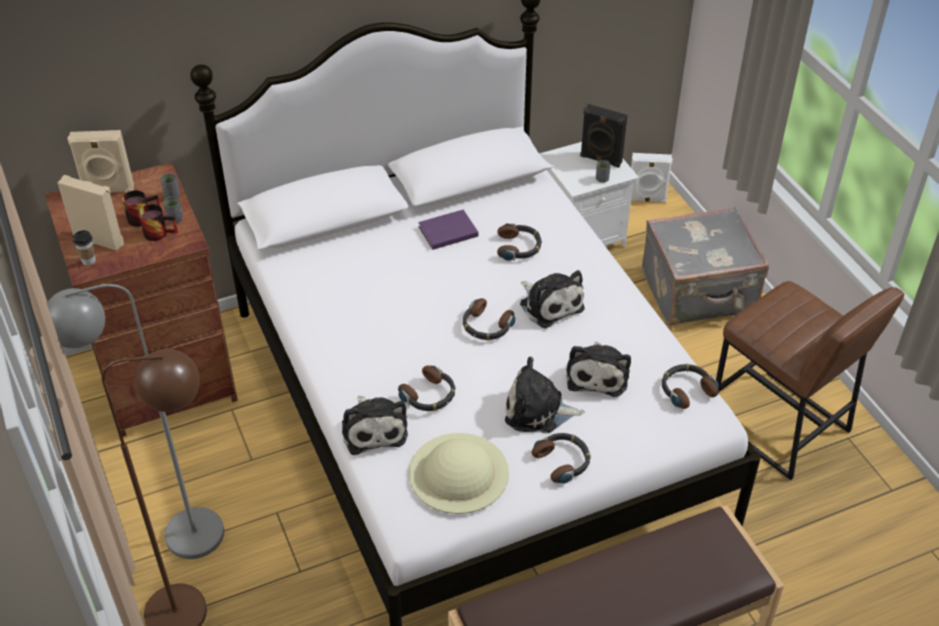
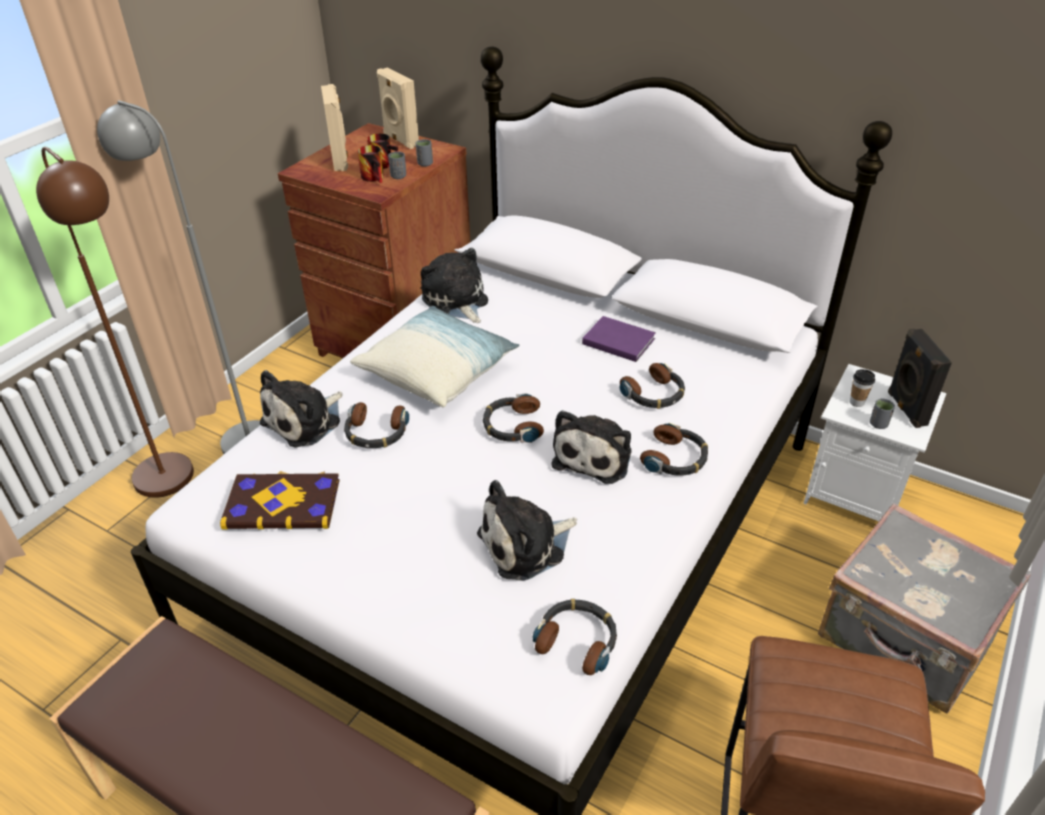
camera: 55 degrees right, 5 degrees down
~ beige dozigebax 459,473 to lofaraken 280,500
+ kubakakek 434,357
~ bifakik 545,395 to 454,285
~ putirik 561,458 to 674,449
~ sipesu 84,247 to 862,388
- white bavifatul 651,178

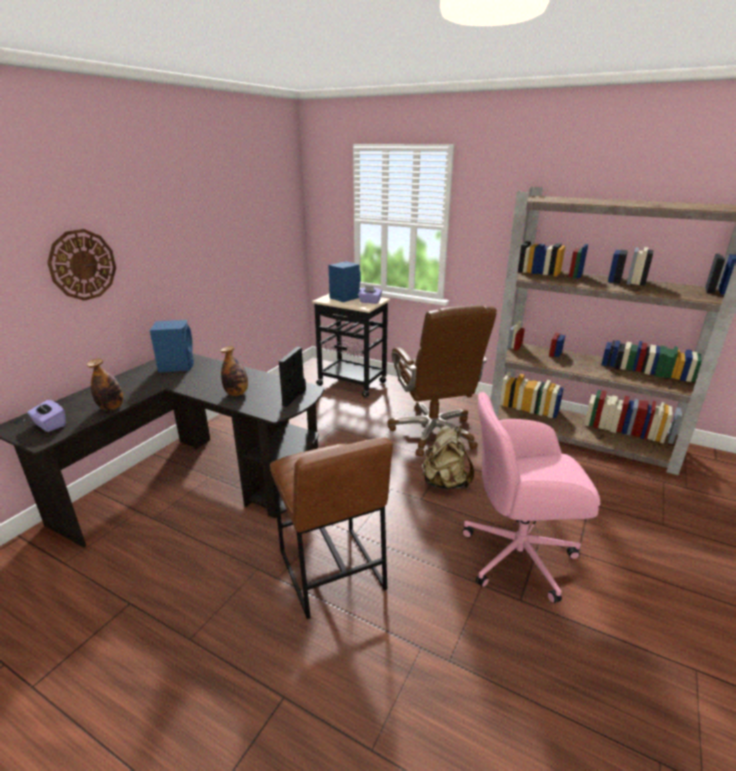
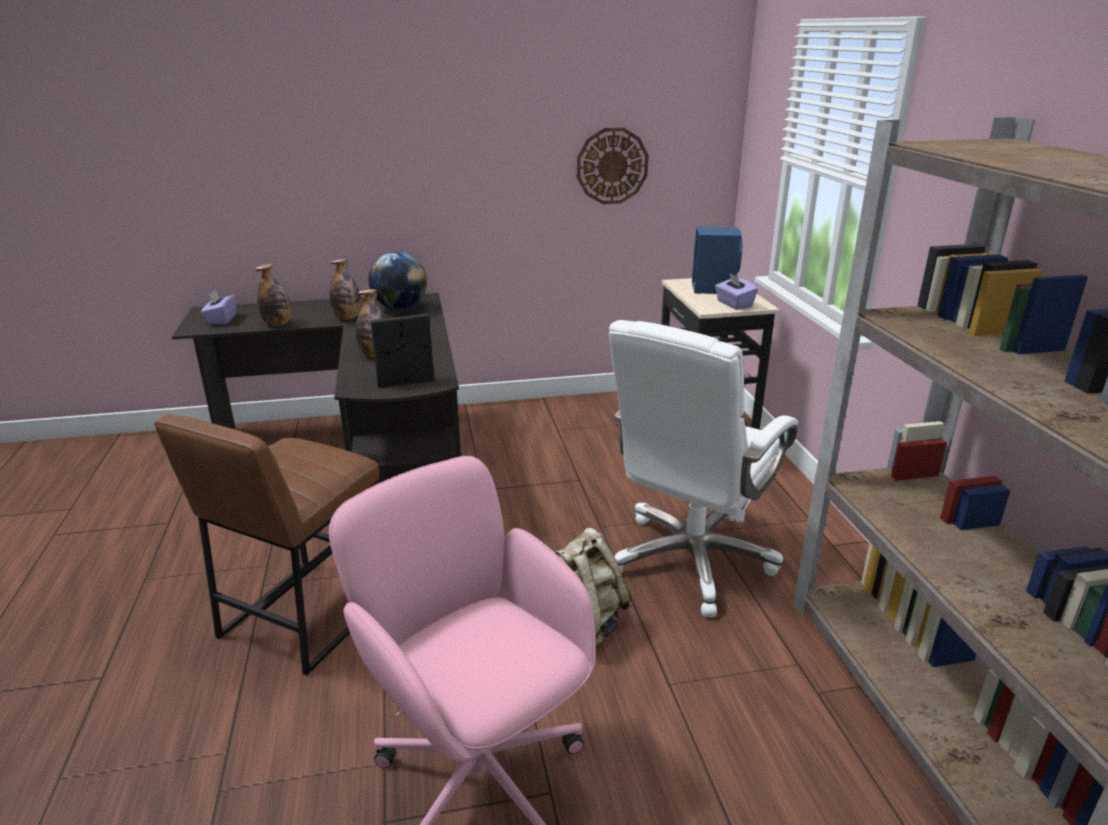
camera: 50 degrees right, 0 degrees up
+ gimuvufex 346,289
~ blue bavifatul 172,346 to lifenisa 398,280
~ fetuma 81,265 to 613,166
~ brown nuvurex 442,380 to white nuvurex 703,468

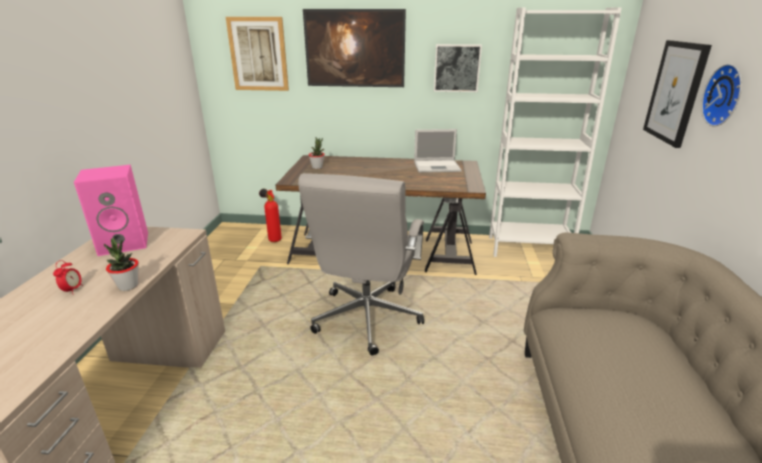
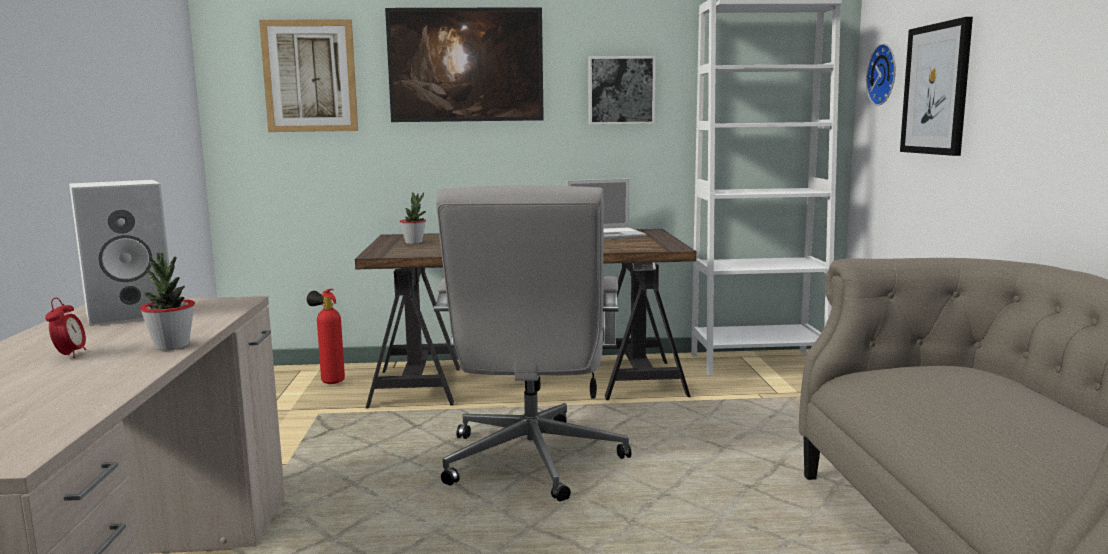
camera: 10 degrees left, 15 degrees down
~ pink bavifatul 111,210 to white bavifatul 120,253
~ fetuma 721,95 to 881,75

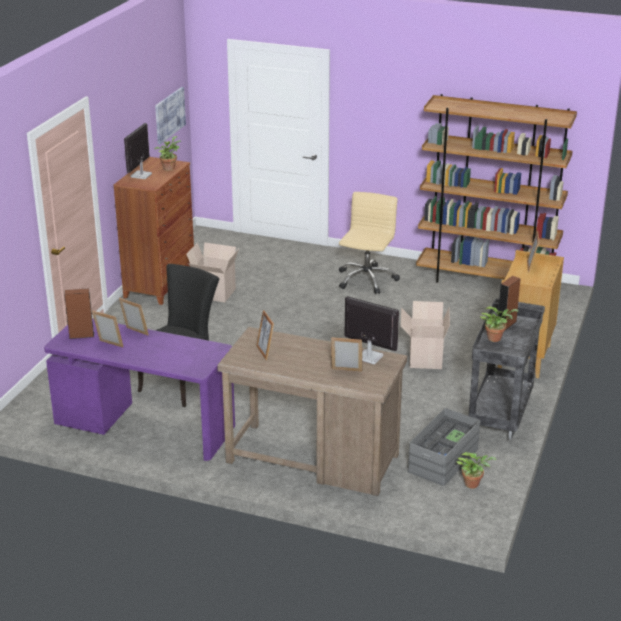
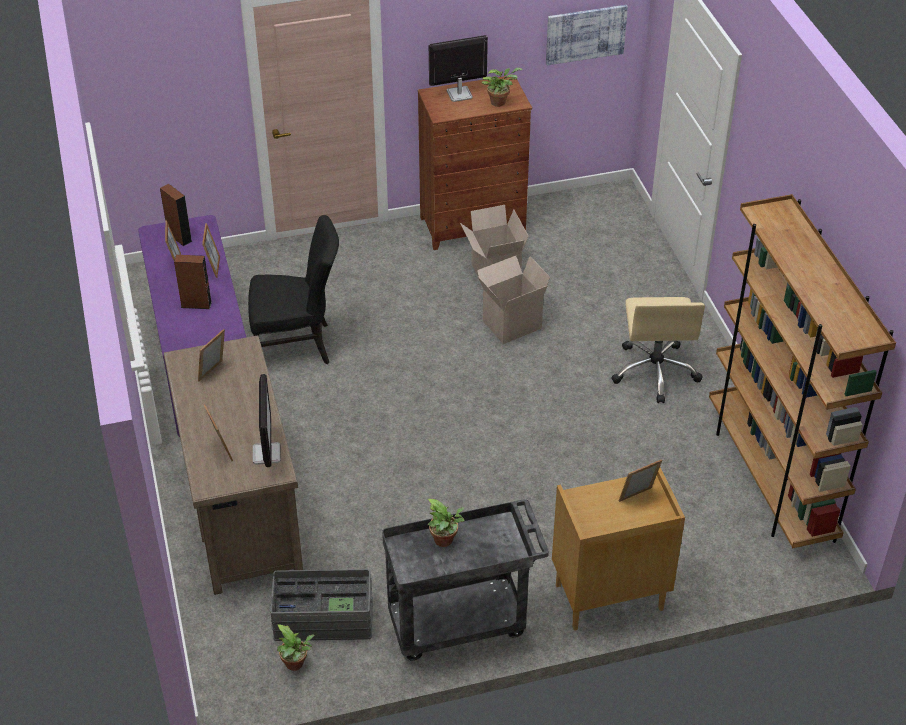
camera: 55 degrees right, 15 degrees up
~ brown bavifatul 509,303 to 193,282
~ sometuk 425,335 to 513,300
~ beige nuvurex 369,243 = 658,350 105 degrees clockwise

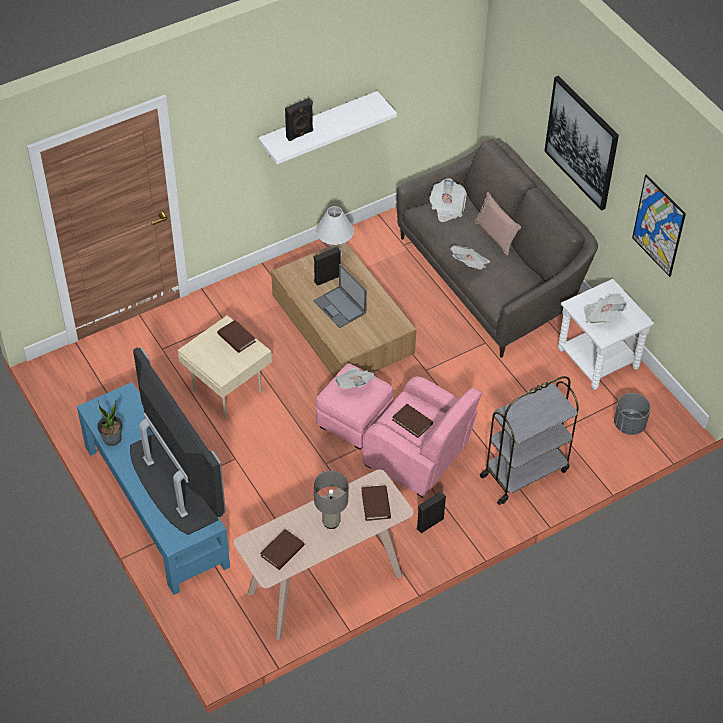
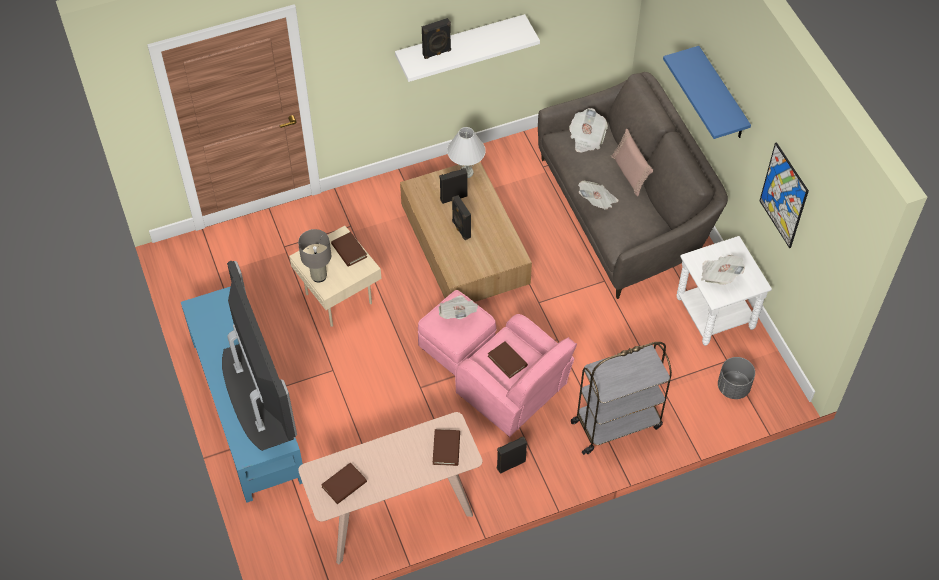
camera: 10 degrees right, 5 degrees up
~ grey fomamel 331,499 to 314,256
~ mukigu 340,296 to black bavifatul 461,217
~ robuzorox 581,143 to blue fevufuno 707,92
- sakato 110,423

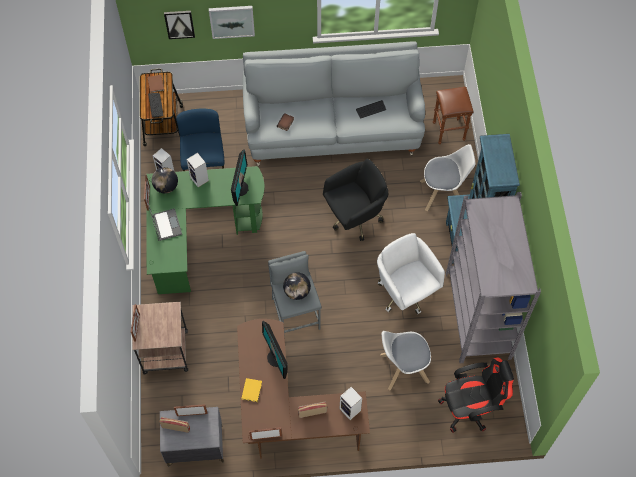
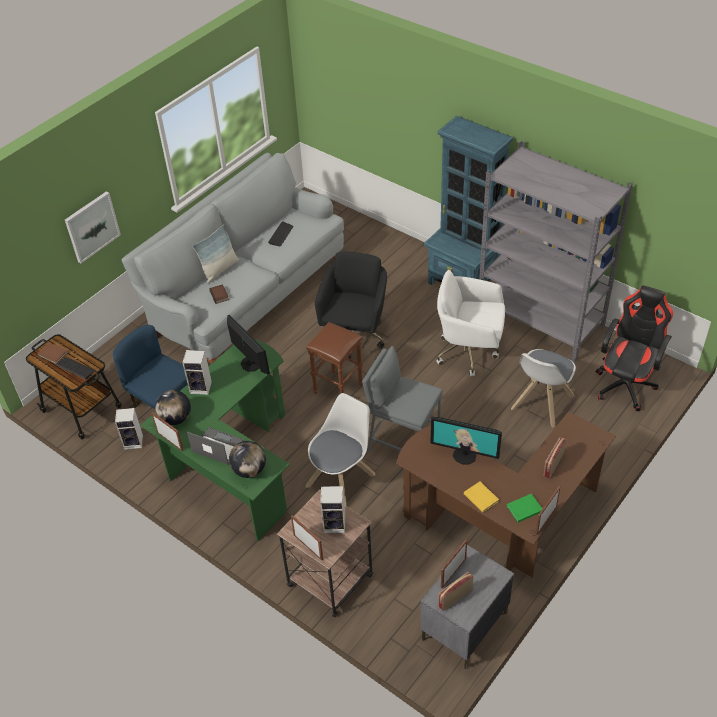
camera: 45 degrees left, 15 degrees down
+ kubakakek 215,253
~ lifenisa 297,286 to 247,459
~ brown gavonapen 453,115 to 334,358
~ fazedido 447,177 to 340,449
~ bavifatul 351,403 to 333,509
+ green lofaraken 524,508
- robuzorox 179,25

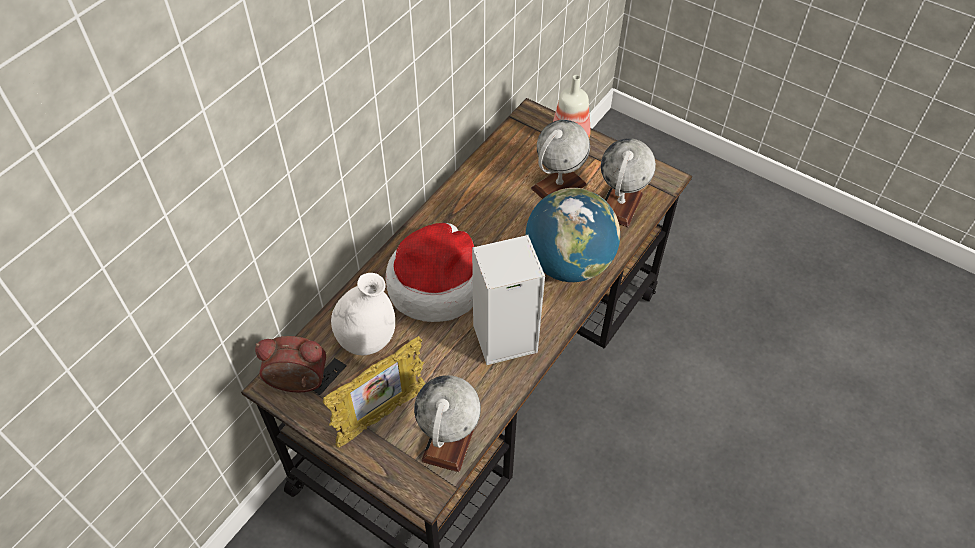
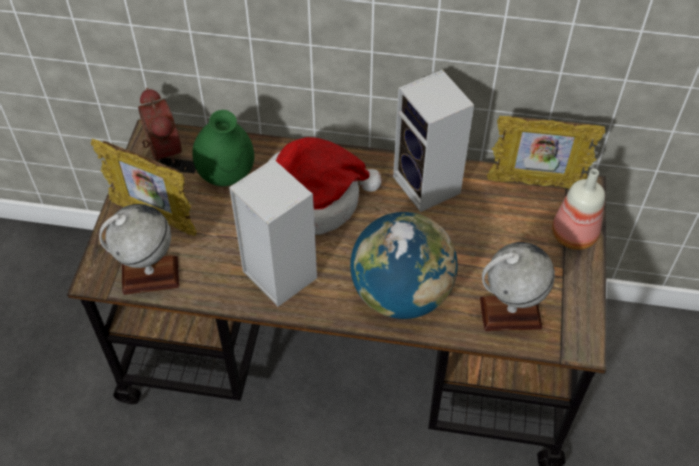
camera: 65 degrees right, 0 degrees up
~ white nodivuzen 363,314 to green nodivuzen 223,148
+ bavifatul 433,141
+ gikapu 546,152
- lifenisa 560,159

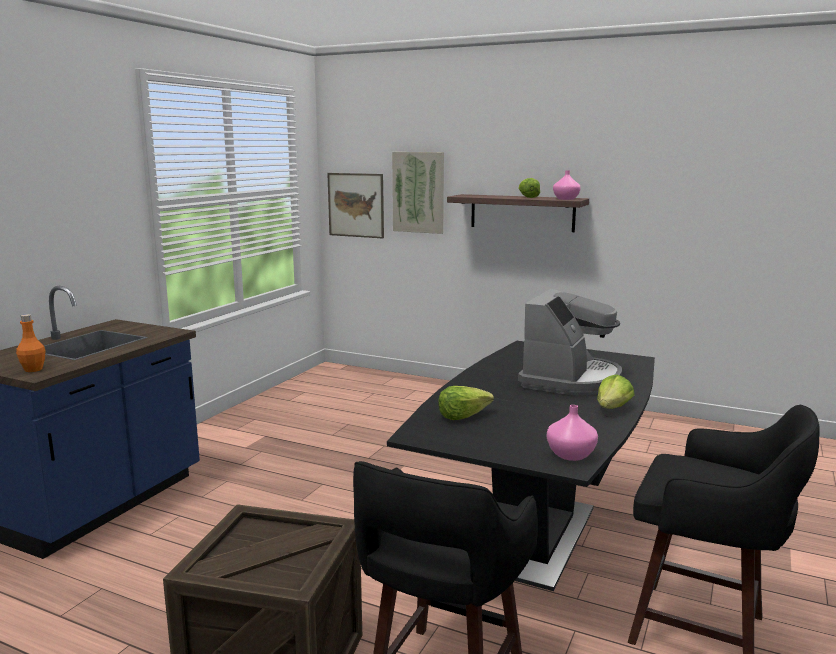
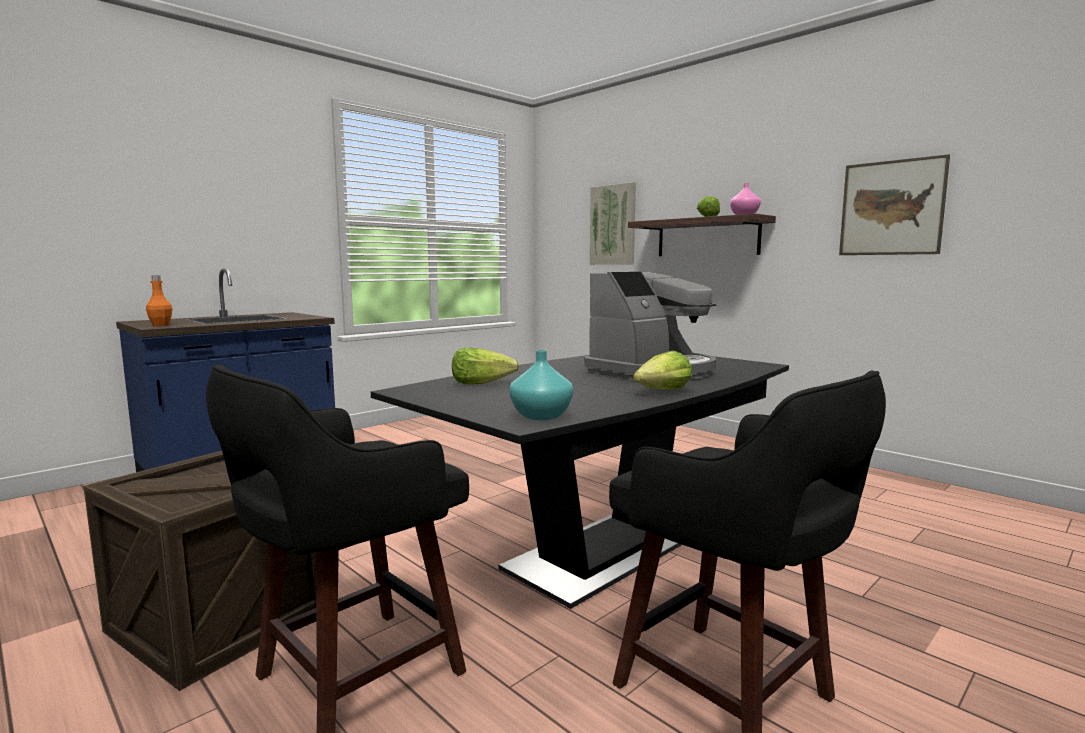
camera: 20 degrees right, 5 degrees down
~ pink nodivuzen 572,433 to turquoise nodivuzen 541,385
~ robuzorox 355,205 to 894,204

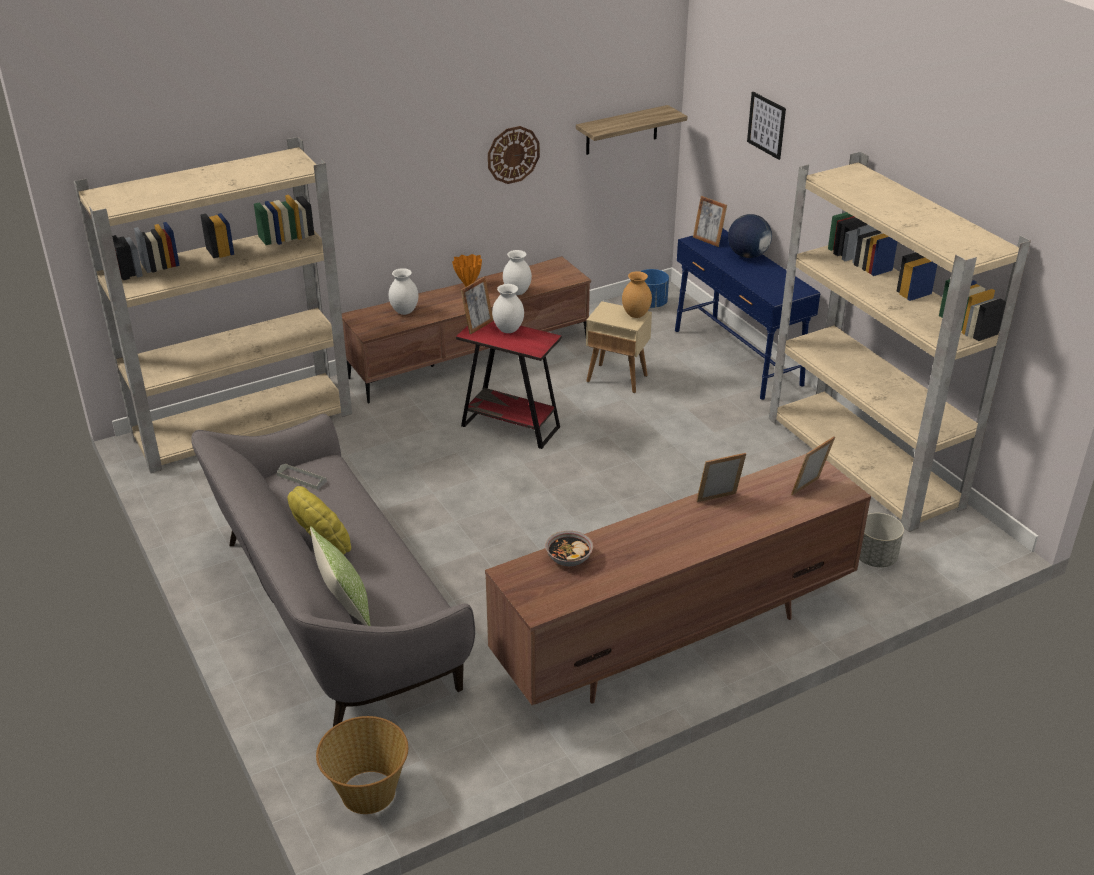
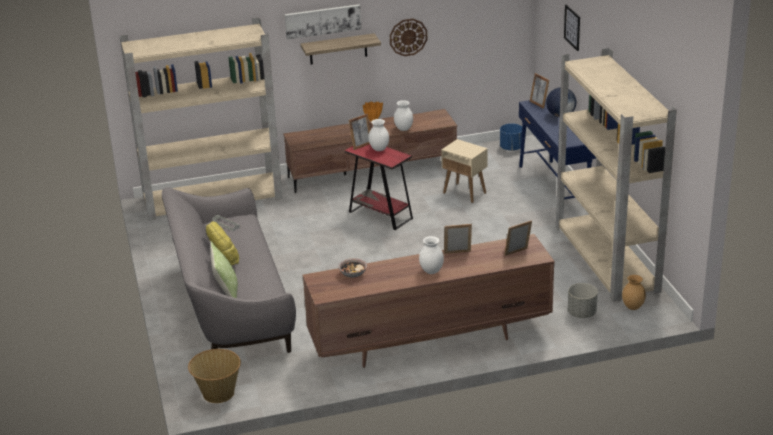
camera: 15 degrees right, 5 degrees down
+ robuzorox 323,22
~ fevufuno 632,130 to 340,48
~ white nodivuzen 403,291 to 431,255
~ brown nodivuzen 637,294 to 634,292

